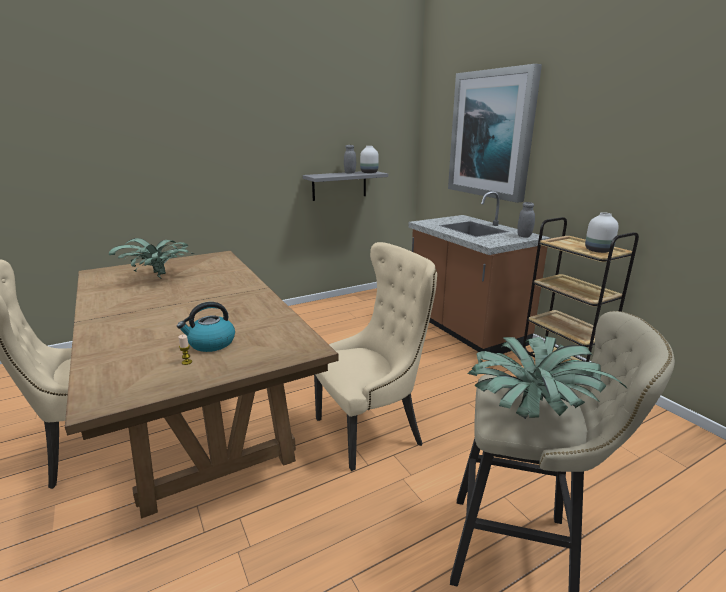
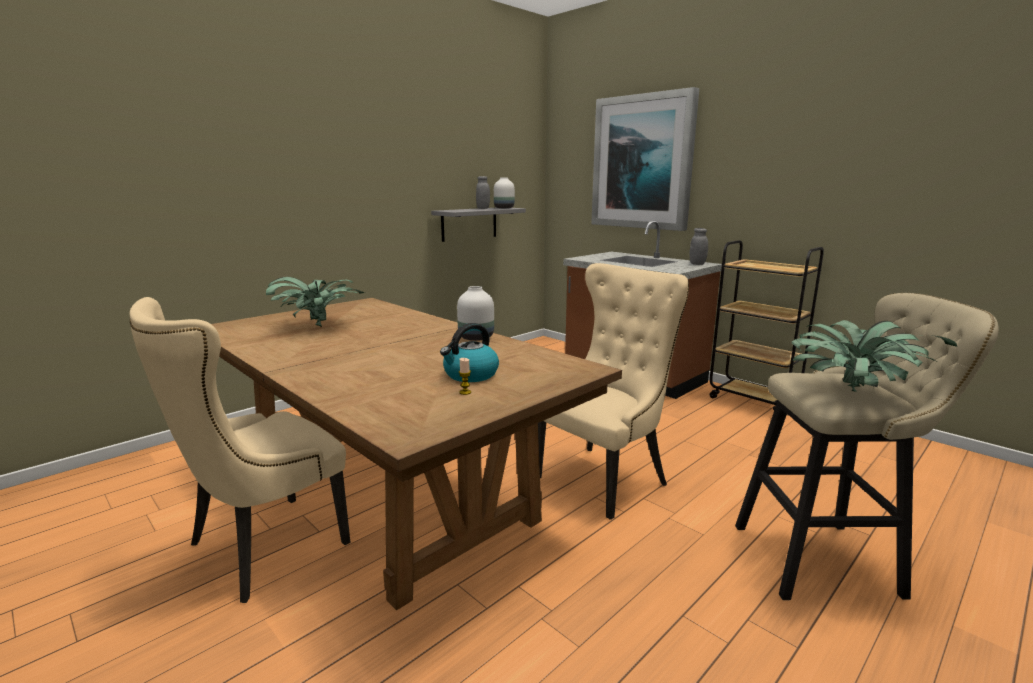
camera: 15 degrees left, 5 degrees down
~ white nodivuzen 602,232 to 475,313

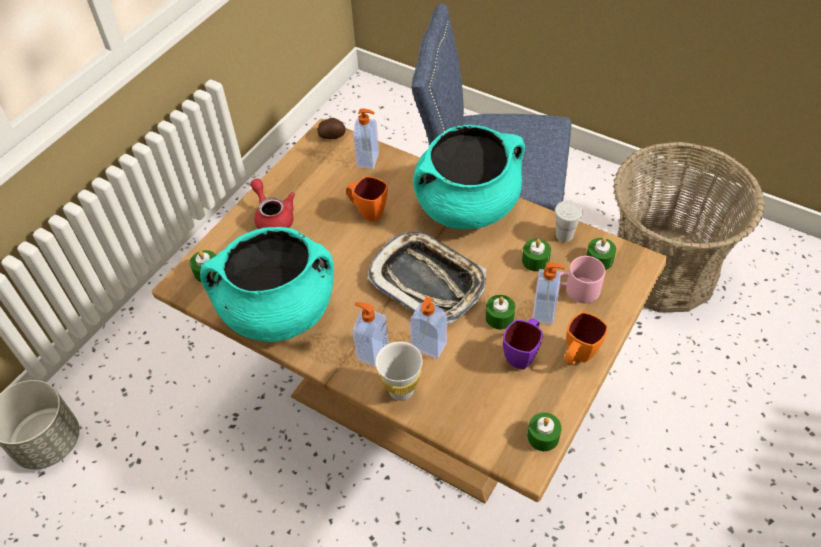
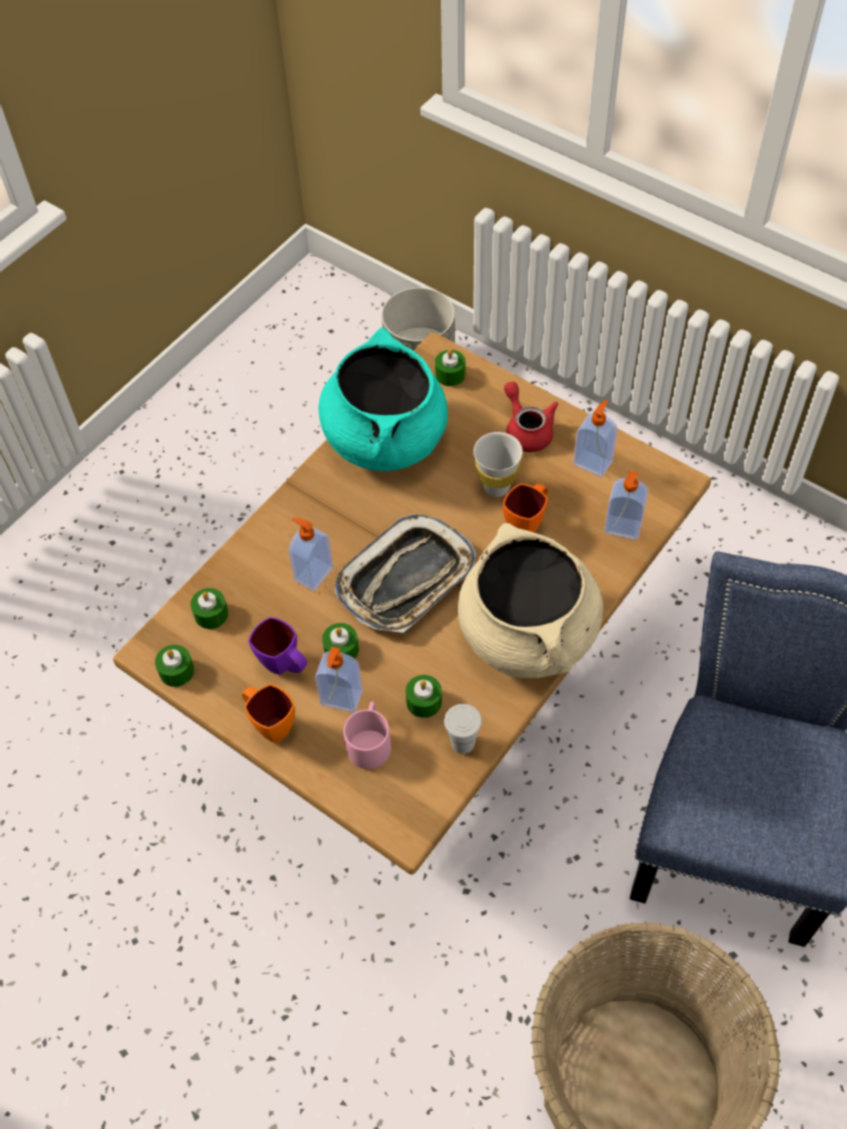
camera: 95 degrees right, 5 degrees up
~ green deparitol 601,254 to 209,608
~ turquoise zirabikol 469,177 to beige zirabikol 530,600
~ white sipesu 399,371 to 498,464
~ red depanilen 272,204 = 531,417 90 degrees counterclockwise
~ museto 371,334 to 595,438
- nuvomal 331,128

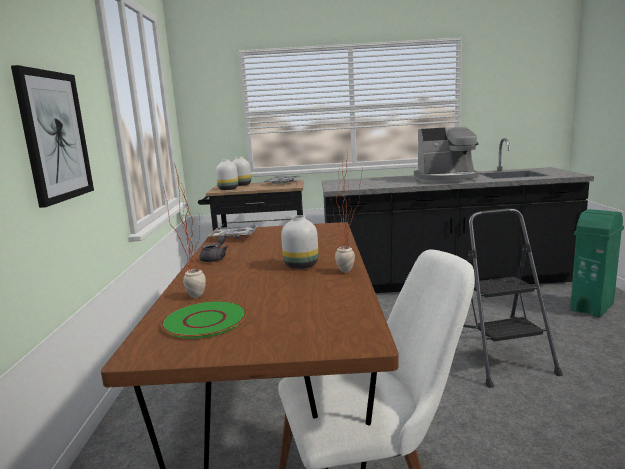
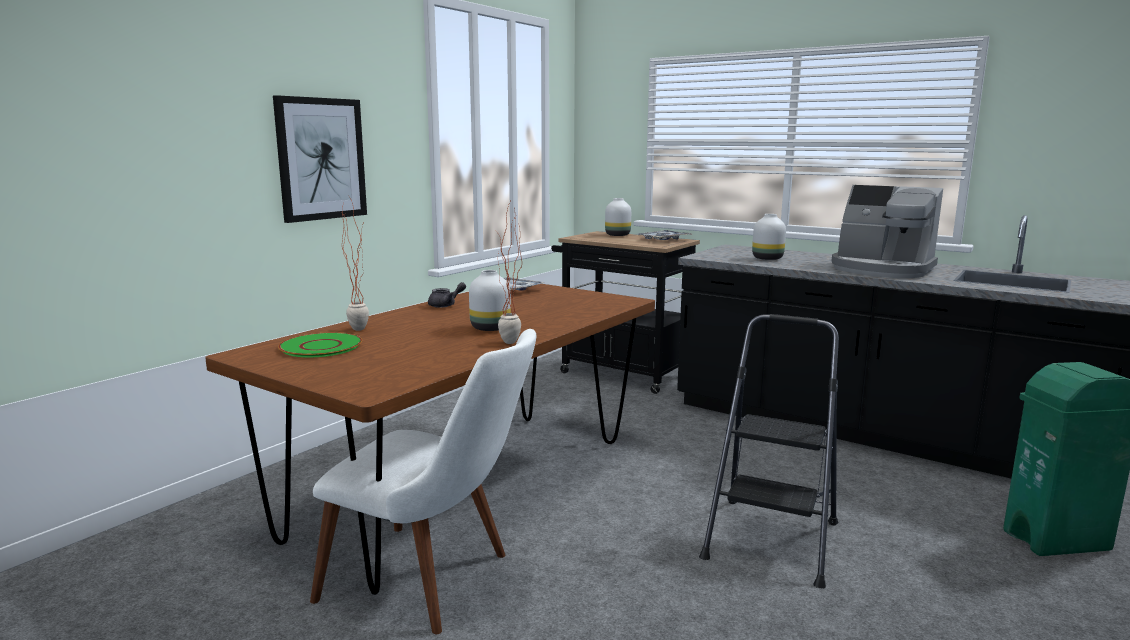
camera: 35 degrees right, 0 degrees up
~ white nodivuzen 227,174 to 769,237

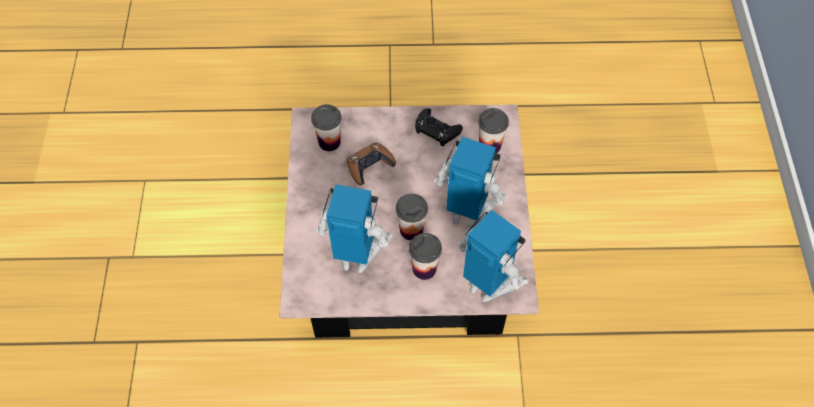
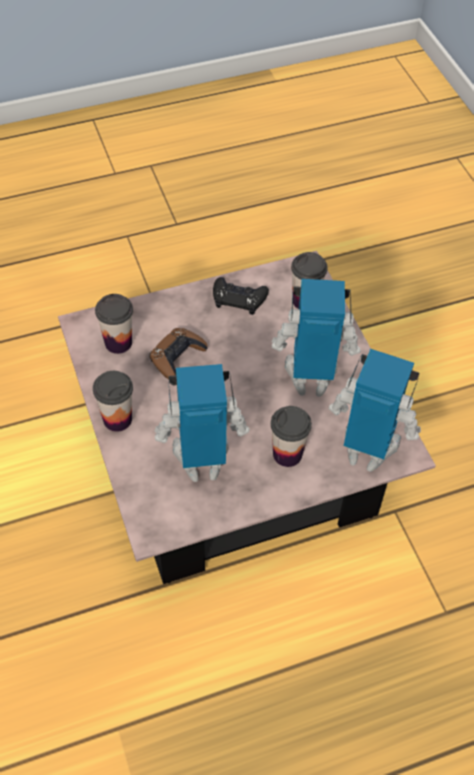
camera: 20 degrees left, 5 degrees down
~ sipesu 412,217 to 113,401

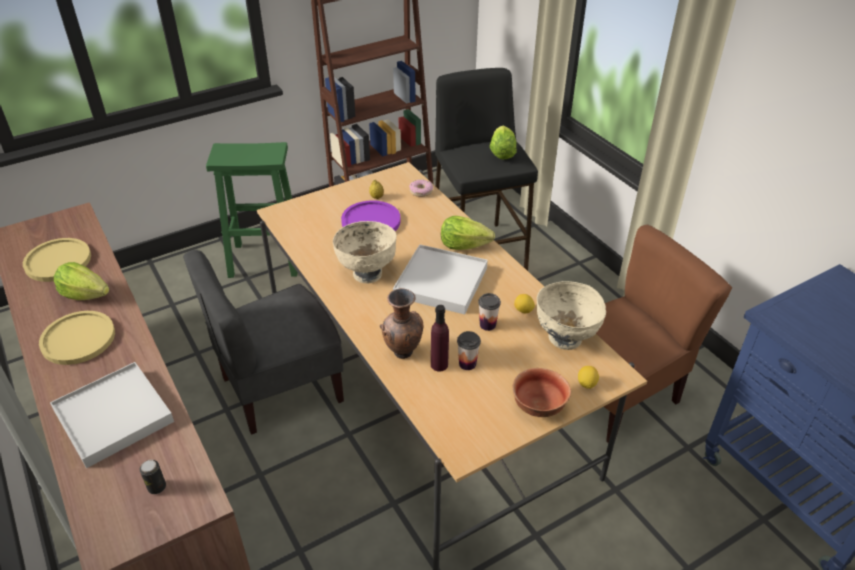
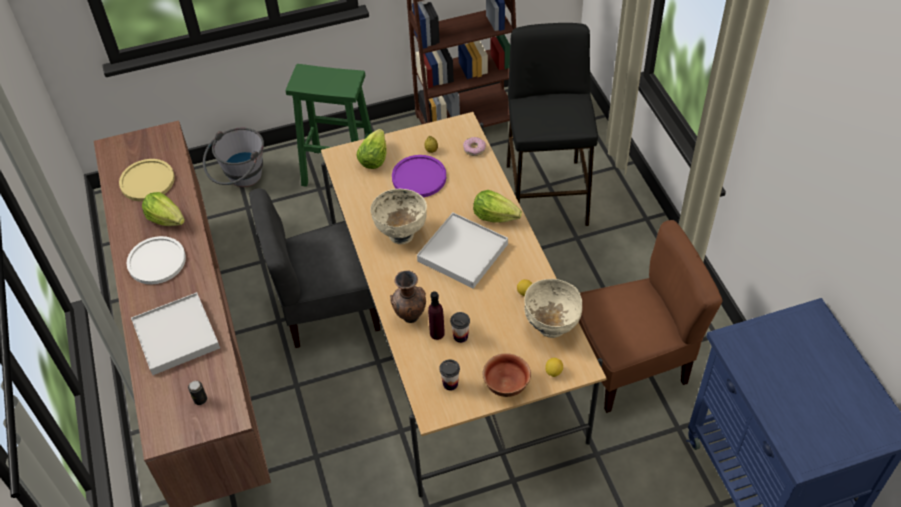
camera: 15 degrees right, 10 degrees up
~ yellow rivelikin 77,338 to white rivelikin 156,260
+ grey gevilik 233,157
~ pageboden 503,142 to 372,149
~ sipesu 489,312 to 449,375

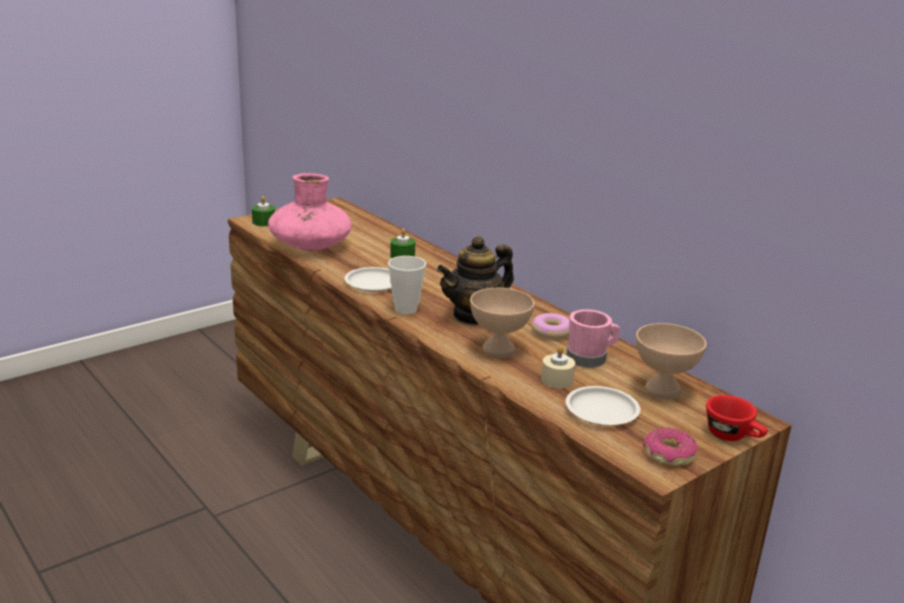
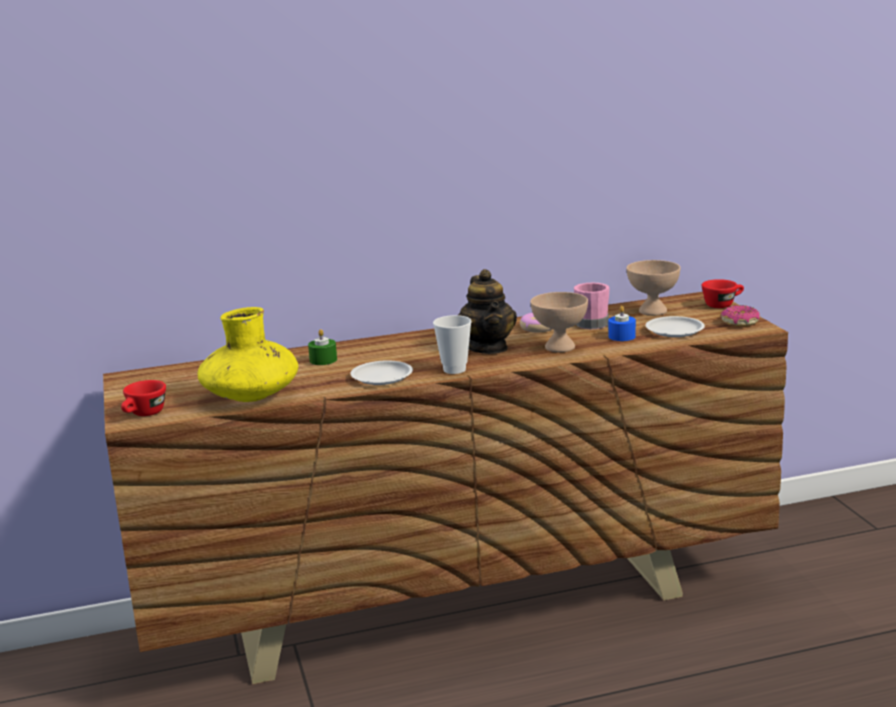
camera: 65 degrees left, 5 degrees down
~ green deparitol 263,211 to red sipesu 143,398
~ pink nodivuzen 310,212 to yellow nodivuzen 248,354
~ beige deparitol 558,367 to blue deparitol 622,323

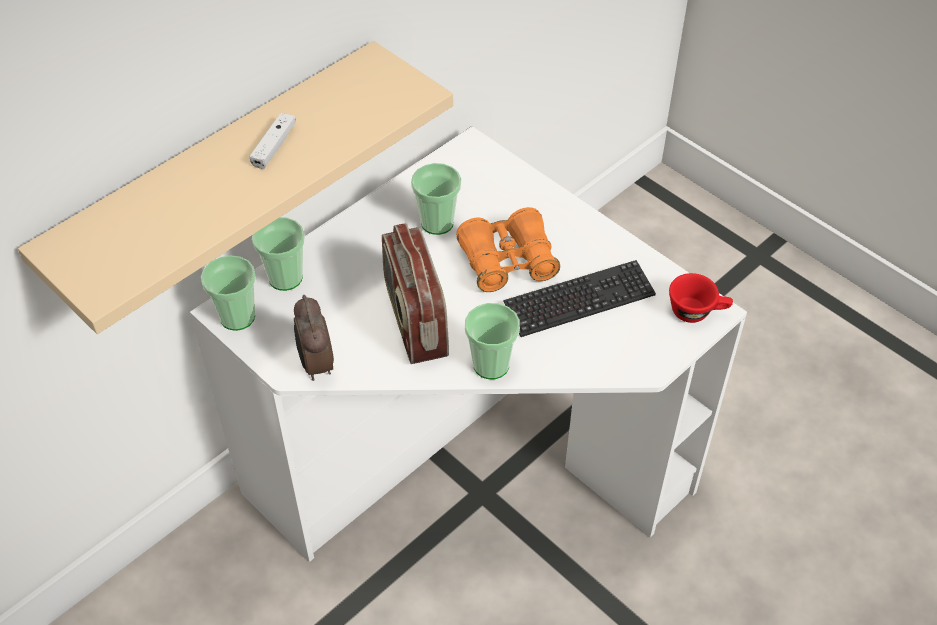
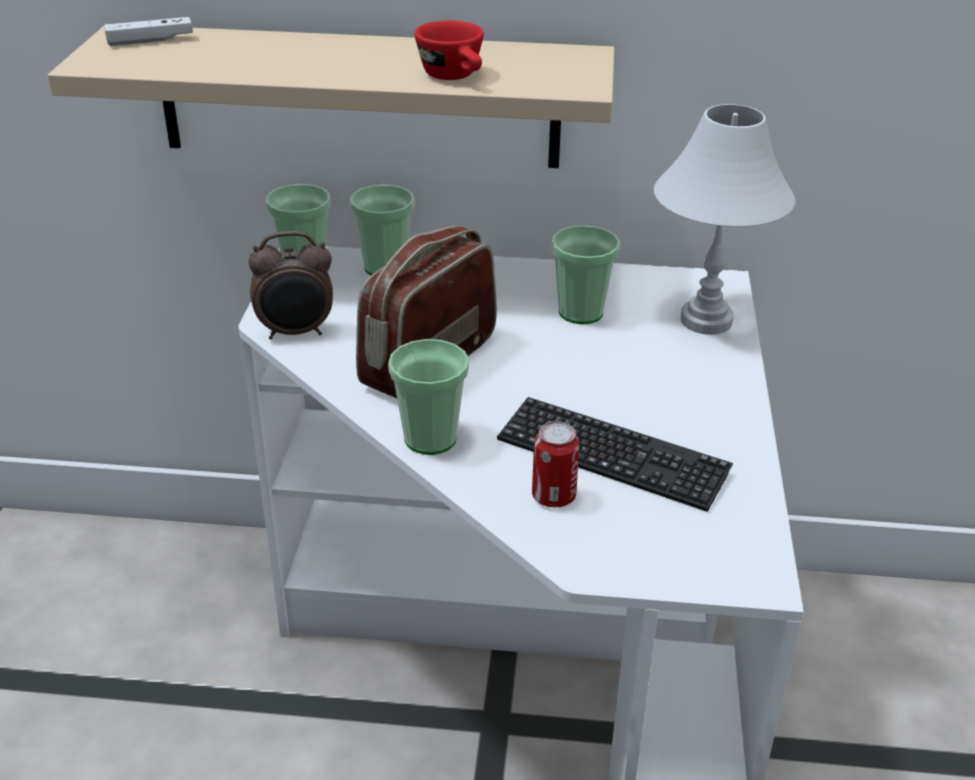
camera: 50 degrees right, 15 degrees down
~ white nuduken 272,141 to 148,31
~ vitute 314,338 = 291,285 135 degrees counterclockwise
~ red sipesu 701,298 to 449,50
+ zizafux 555,464
+ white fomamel 724,219
- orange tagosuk 508,249

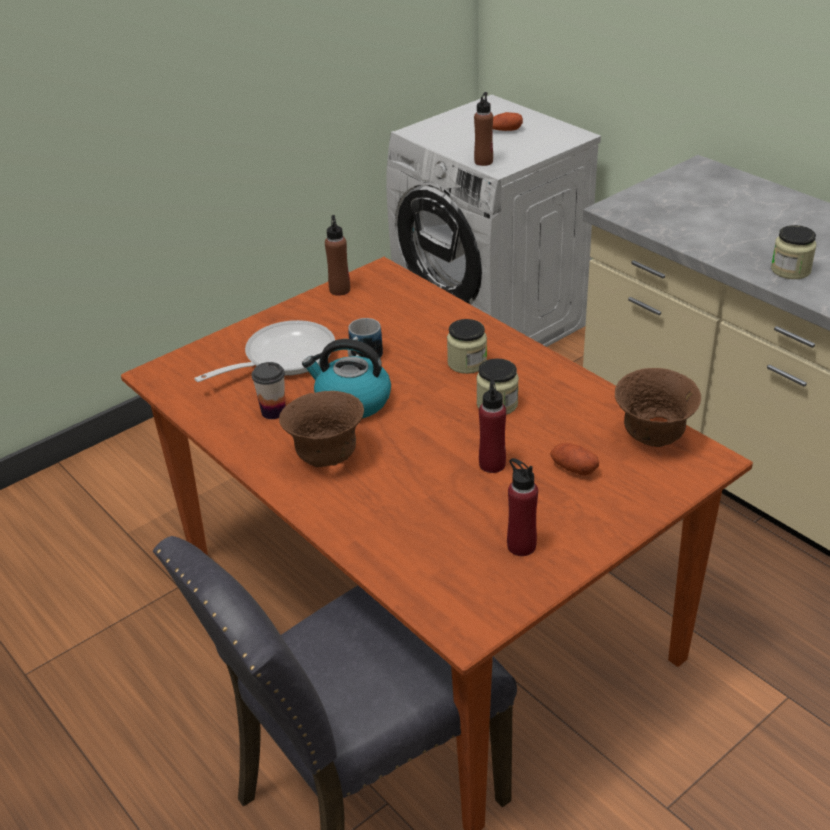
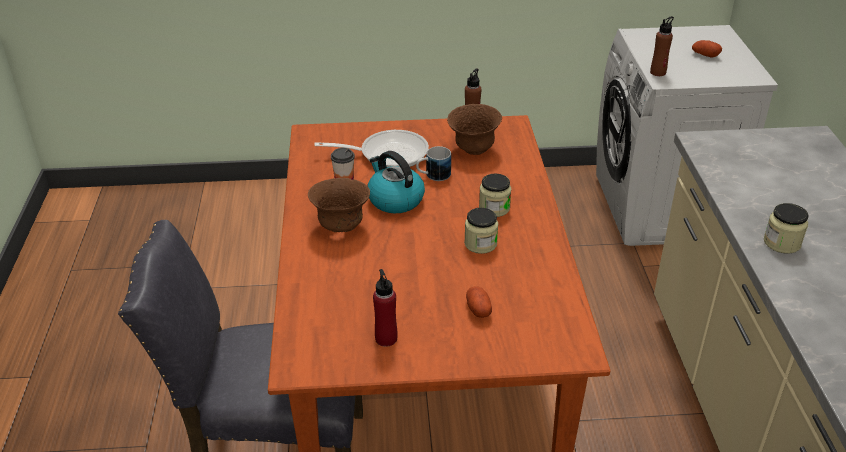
camera: 35 degrees right, 0 degrees up
~ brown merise 658,407 to 474,129
- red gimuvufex 492,425

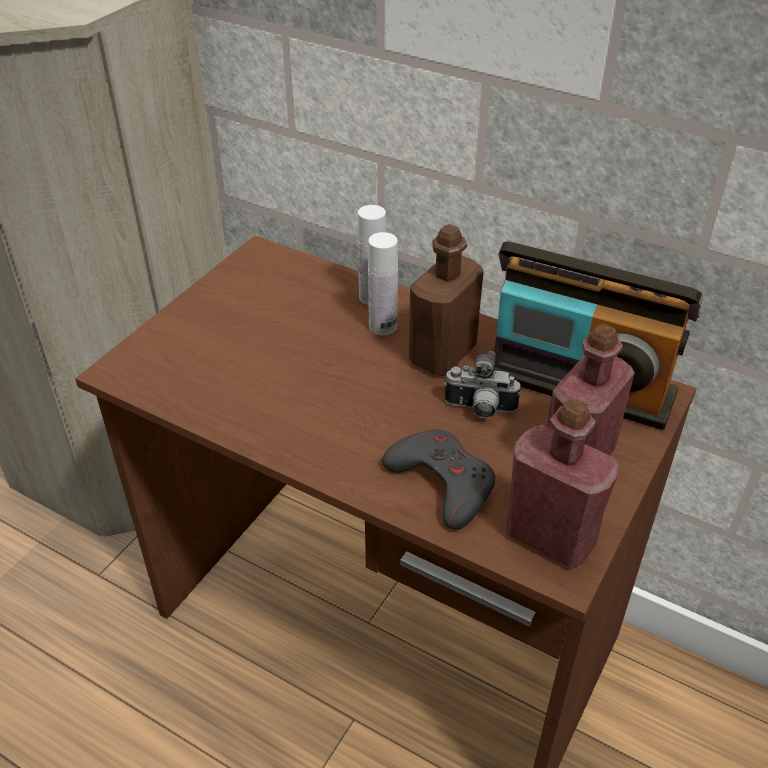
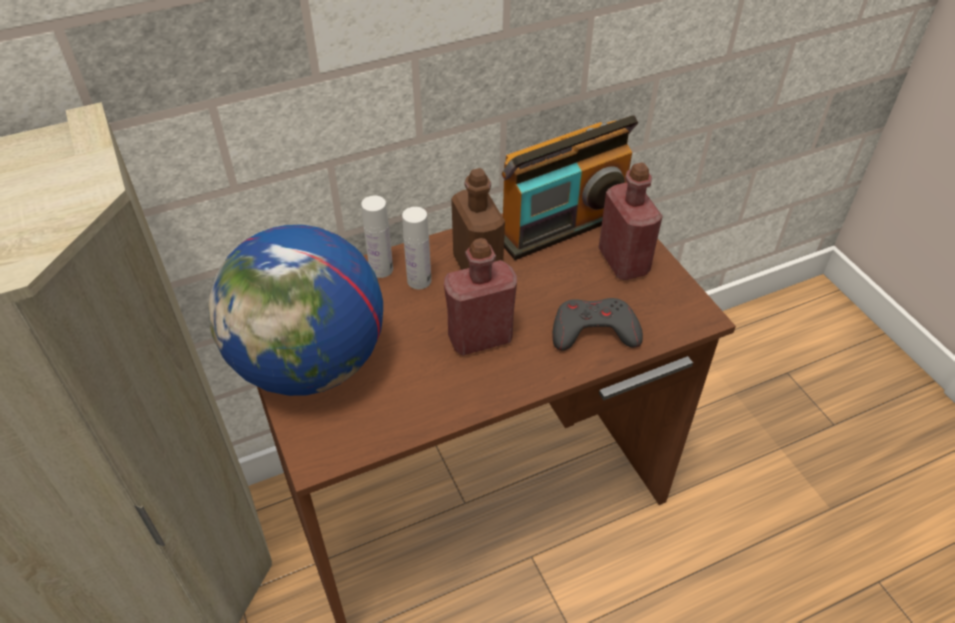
camera: 55 degrees left, 5 degrees up
+ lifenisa 295,310
~ red gimuvufex 562,483 to 480,297
- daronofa 482,384

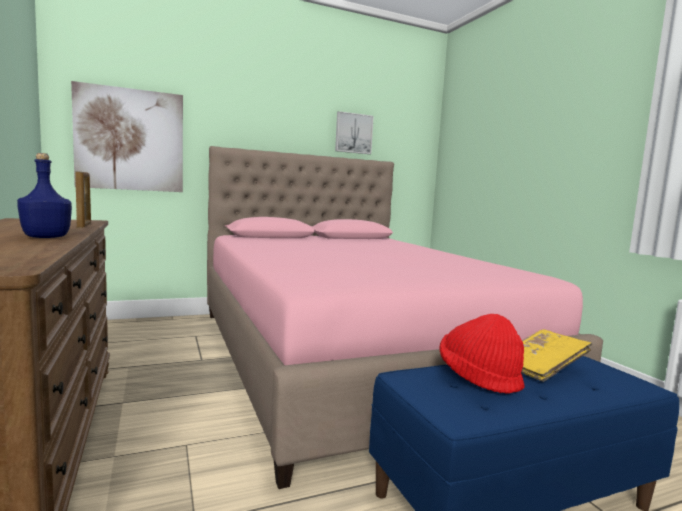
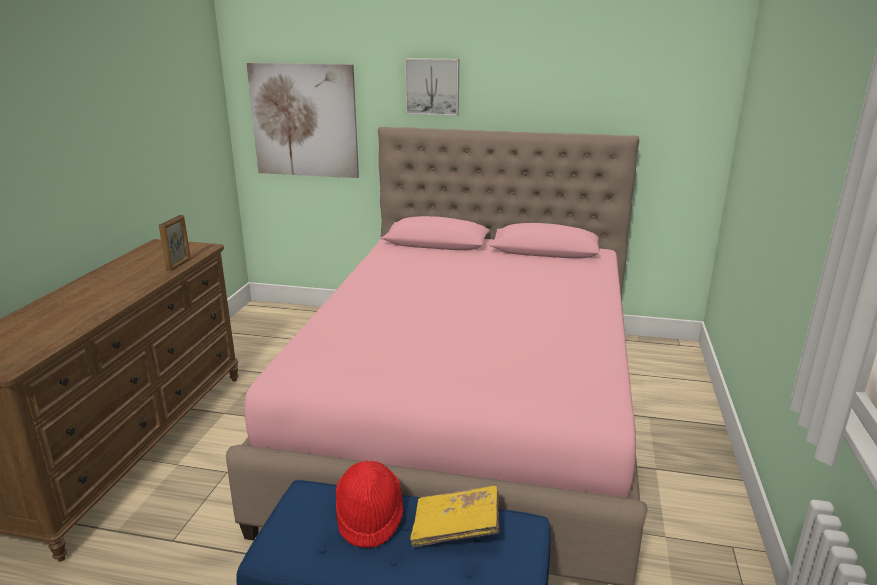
camera: 35 degrees right, 15 degrees up
~ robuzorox 354,132 to 432,87
- blue gimuvufex 44,195

